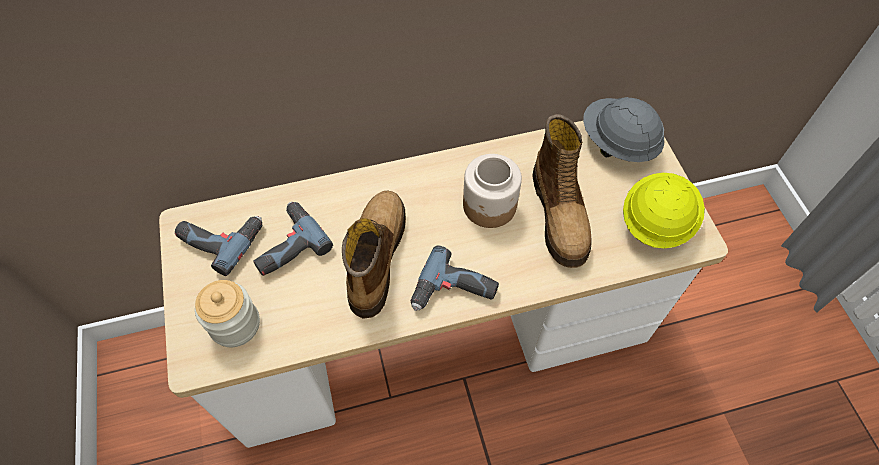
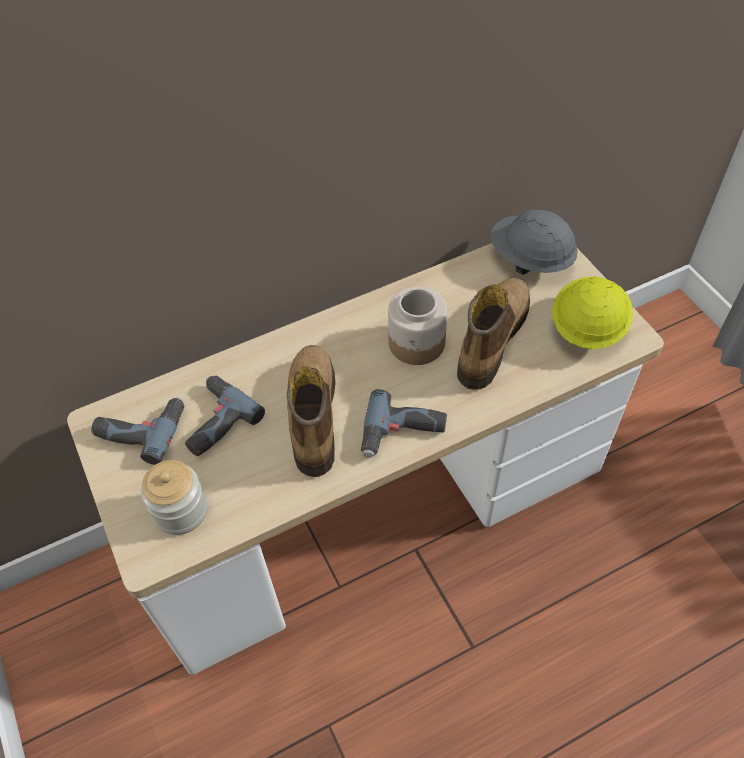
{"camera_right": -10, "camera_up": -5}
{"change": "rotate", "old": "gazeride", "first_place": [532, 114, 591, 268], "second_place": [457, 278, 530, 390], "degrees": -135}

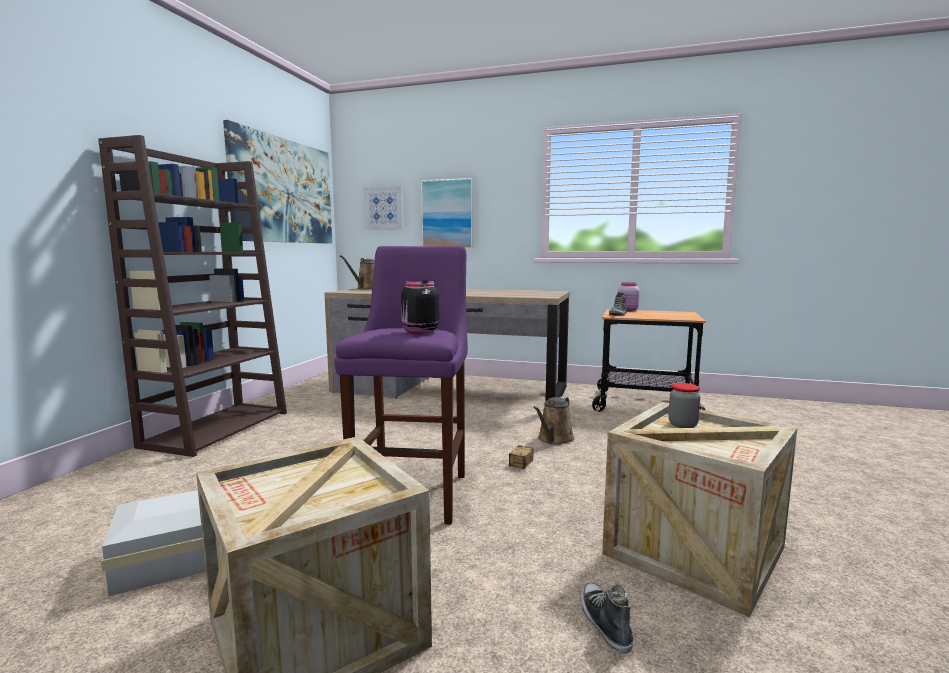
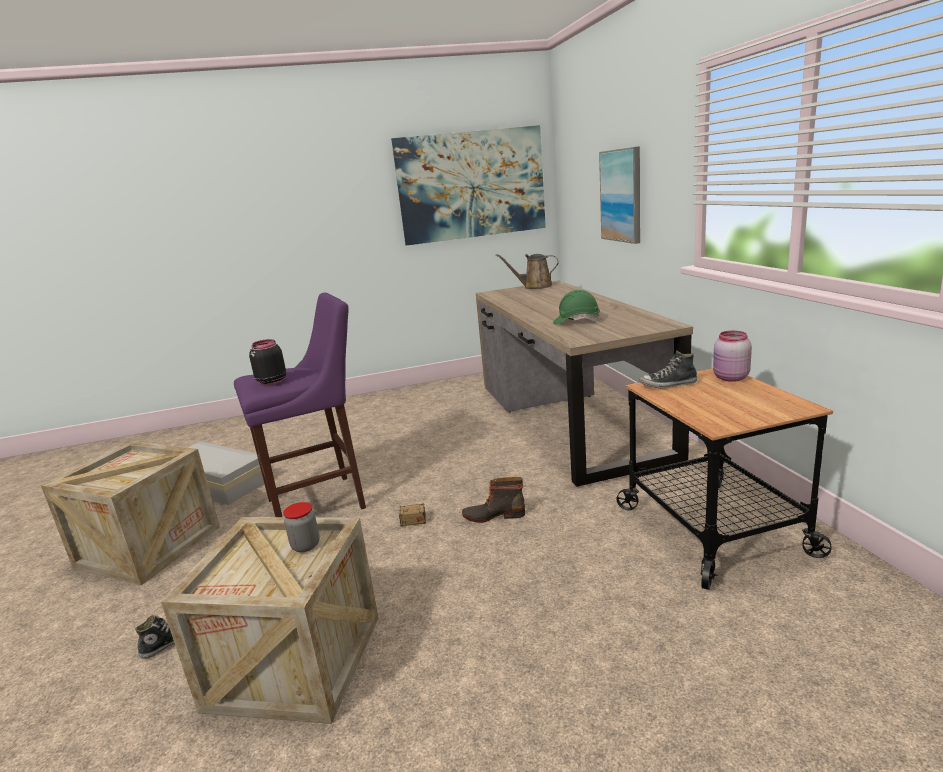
{"camera_right": 60, "camera_up": 10}
{"change": "replace", "old": "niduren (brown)", "new": "gazeride", "first_place": [533, 397, 575, 445], "second_place": [462, 477, 525, 523]}
{"change": "insert", "new": "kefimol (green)", "second_place": [553, 290, 601, 325]}
{"change": "delete", "old": "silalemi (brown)", "first_place": [98, 135, 287, 457]}
{"change": "delete", "old": "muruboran", "first_place": [364, 186, 404, 230]}

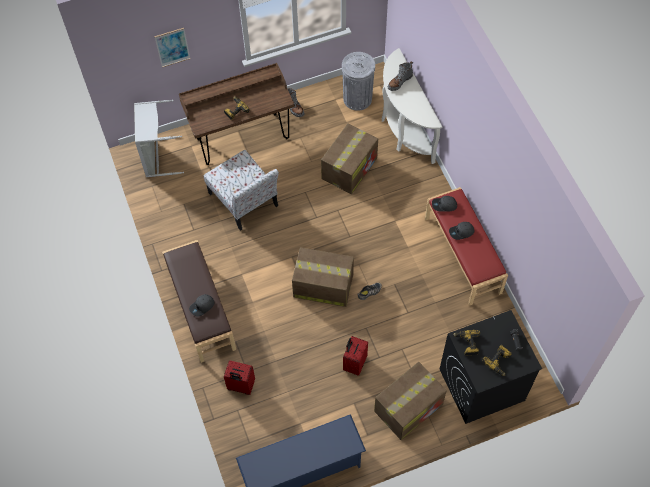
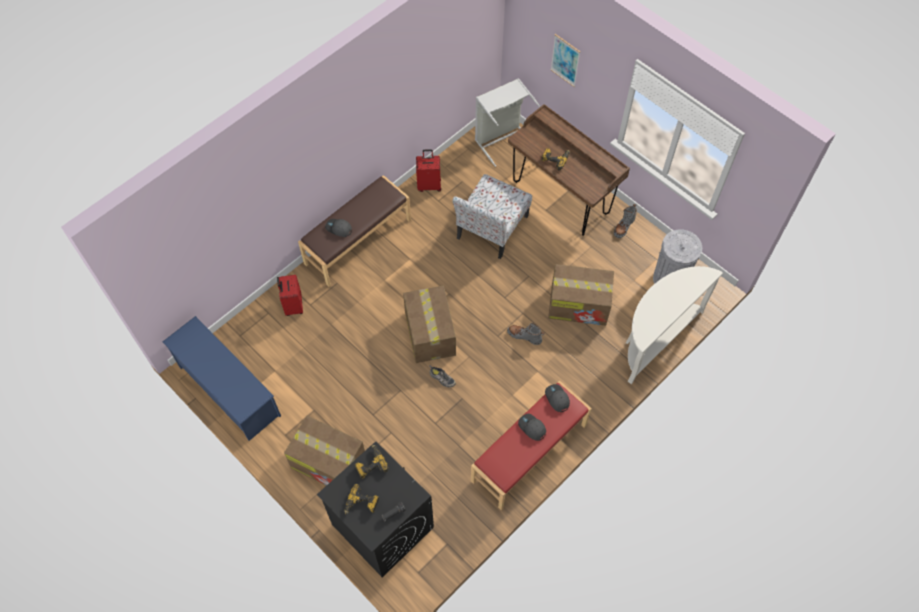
{"camera_right": 65, "camera_up": 0}
{"change": "move", "old": "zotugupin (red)", "first_place": [343, 336, 368, 376], "second_place": [416, 149, 441, 192]}
{"change": "move", "old": "gazeride (grey)", "first_place": [388, 61, 413, 91], "second_place": [507, 323, 544, 345]}

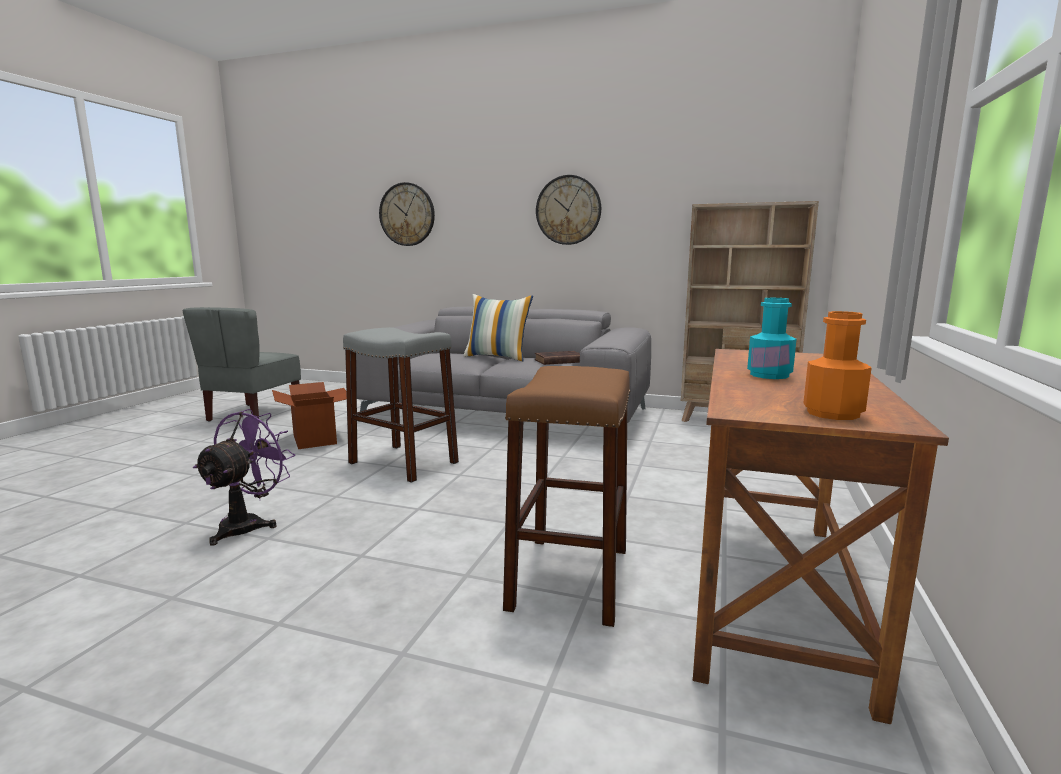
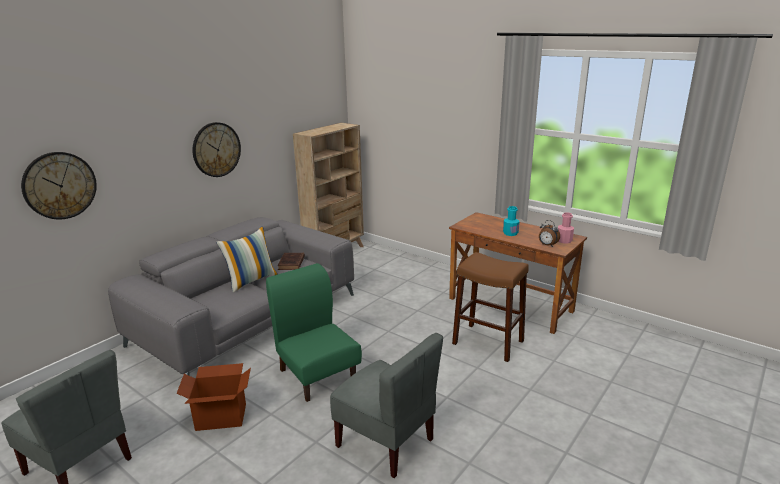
{"camera_right": -70, "camera_up": 10}
{"change": "replace", "old": "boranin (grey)", "new": "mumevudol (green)", "first_place": [343, 327, 459, 483], "second_place": [266, 263, 362, 402]}
{"change": "replace", "old": "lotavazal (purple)", "new": "mumevudol (grey)", "first_place": [193, 409, 295, 546], "second_place": [330, 333, 443, 478]}
{"change": "insert", "new": "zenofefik", "second_place": [539, 220, 560, 247]}
{"change": "recolor", "old": "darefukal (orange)", "new": "darefukal (pink)", "first_place": [803, 311, 872, 420], "second_place": [558, 212, 574, 243]}

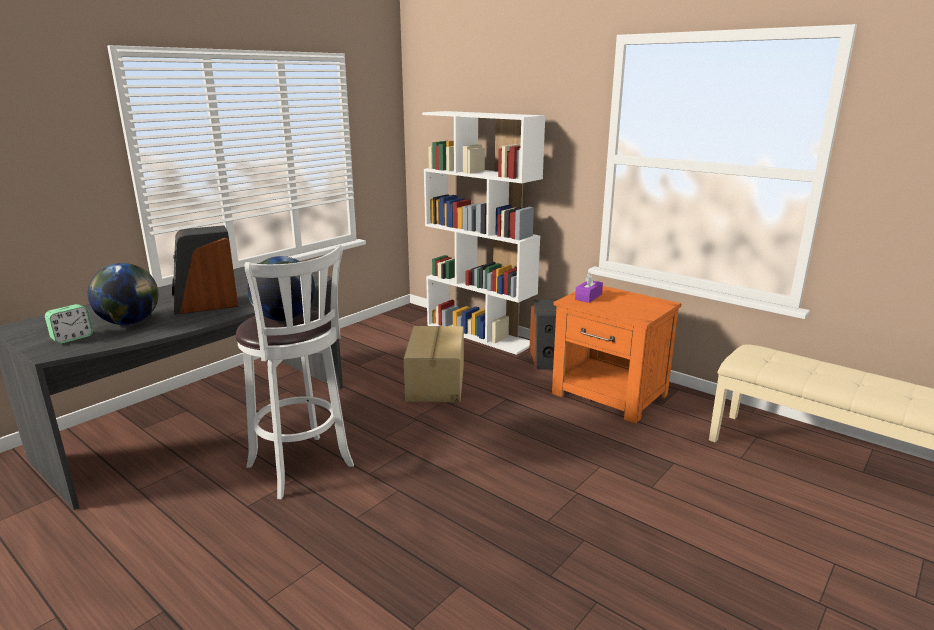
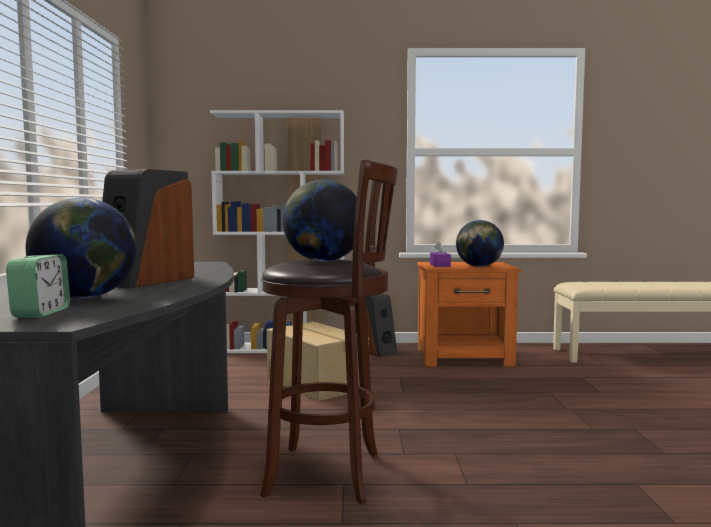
{"camera_right": -40, "camera_up": -15}
{"change": "recolor", "old": "boranin (white)", "new": "boranin (brown)", "first_place": [235, 244, 354, 499], "second_place": [260, 159, 398, 504]}
{"change": "insert", "new": "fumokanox", "second_place": [456, 220, 504, 267]}

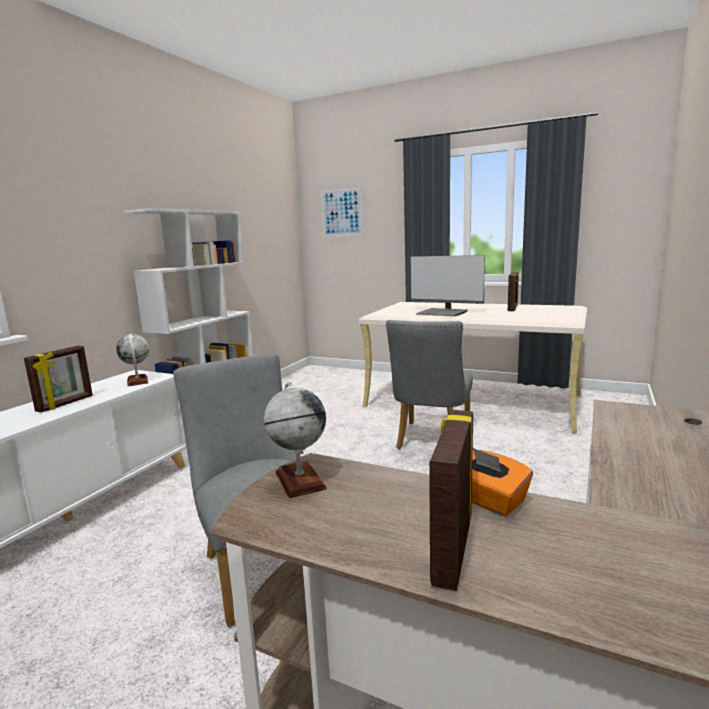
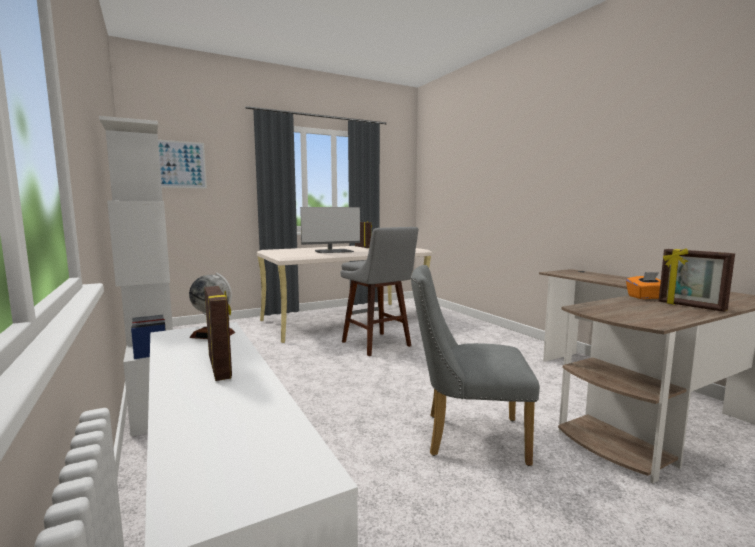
{"camera_right": -55, "camera_up": -5}
{"change": "replace", "old": "mumevudol (grey)", "new": "boranin (grey)", "first_place": [386, 320, 473, 449], "second_place": [340, 227, 418, 356]}
{"change": "delete", "old": "fumokanox", "first_place": [264, 382, 327, 498]}

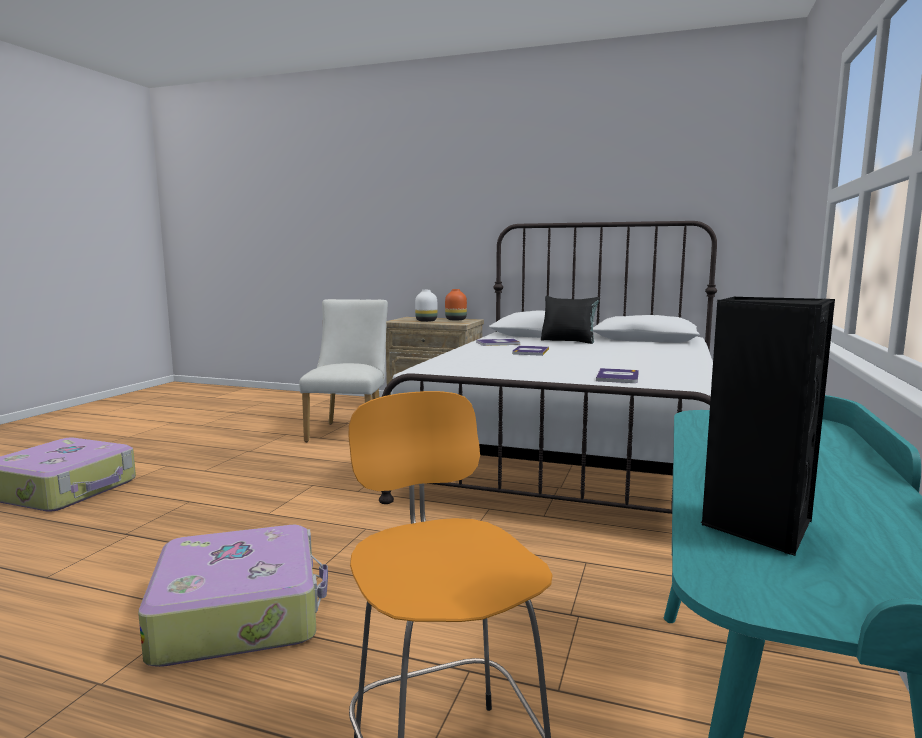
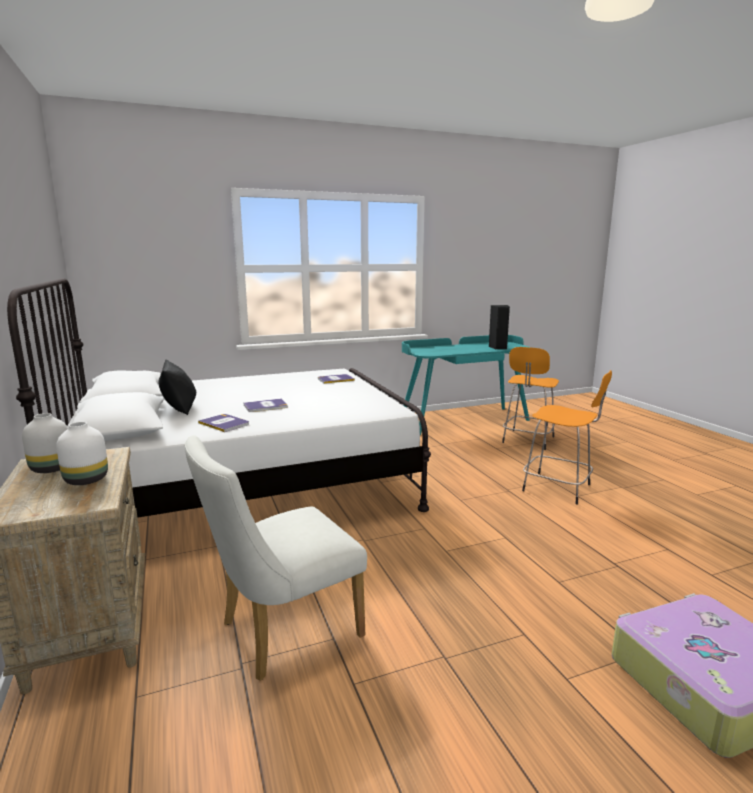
{"camera_right": -130, "camera_up": 5}
{"change": "recolor", "old": "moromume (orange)", "new": "moromume (white)", "first_place": [445, 289, 467, 320], "second_place": [22, 413, 68, 473]}
{"change": "replace", "old": "zotugupin", "new": "boranin (orange)", "first_place": [138, 525, 328, 667], "second_place": [522, 370, 612, 505]}

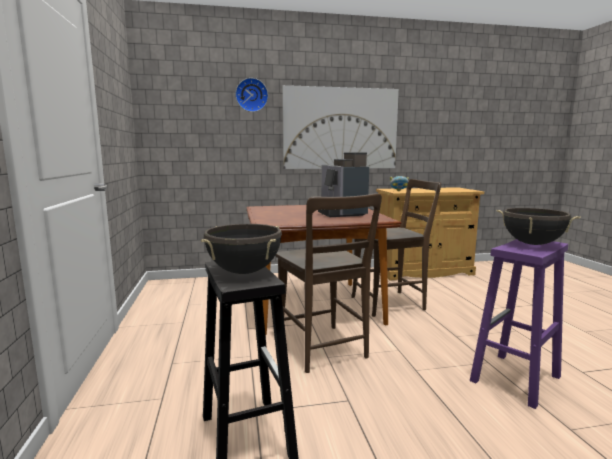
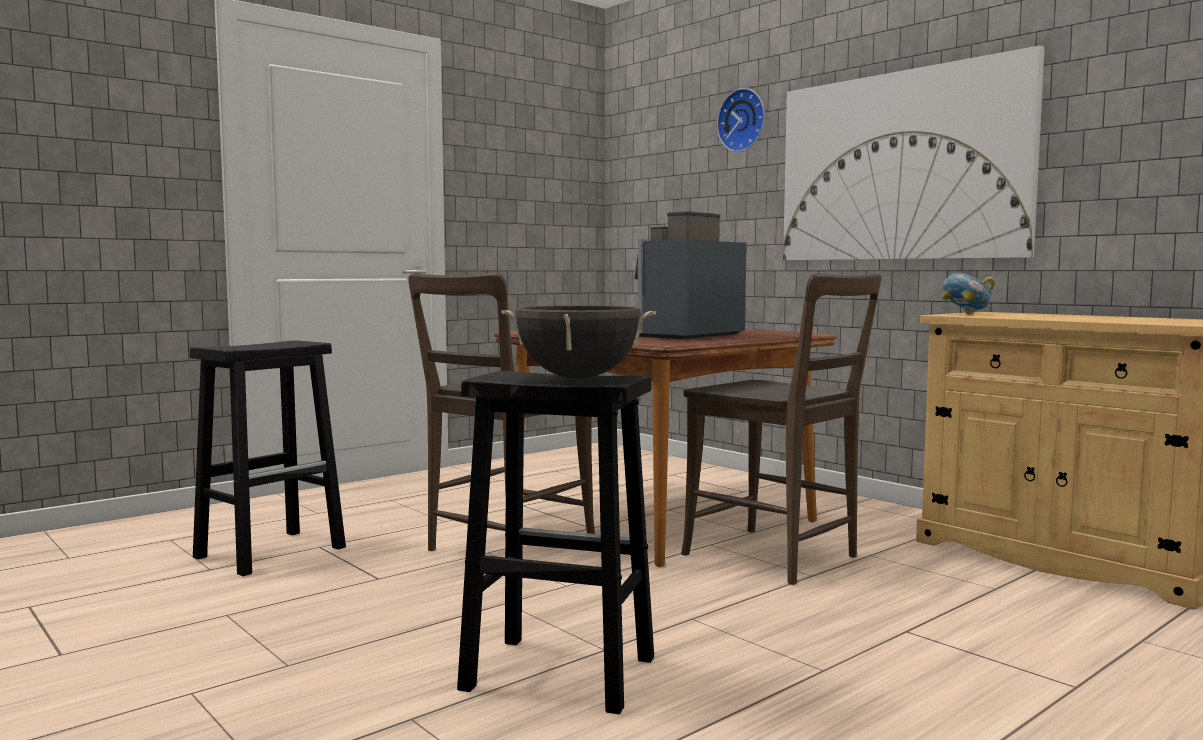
{"camera_right": 60, "camera_up": -5}
{"change": "recolor", "old": "boranin (purple)", "new": "boranin (black)", "first_place": [470, 239, 568, 409], "second_place": [457, 371, 654, 714]}
{"change": "delete", "old": "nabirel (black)", "first_place": [201, 224, 282, 274]}

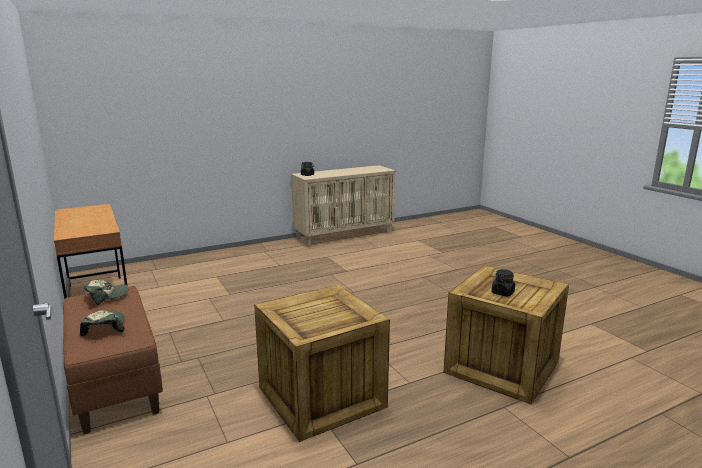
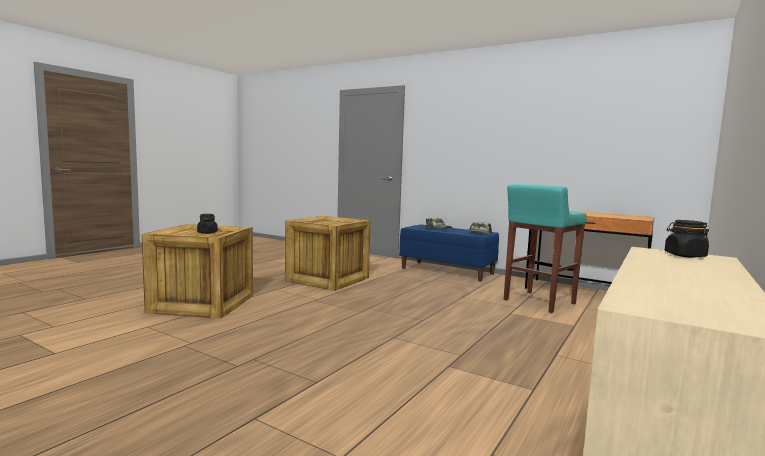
{"camera_right": 150, "camera_up": -10}
{"change": "recolor", "old": "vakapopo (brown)", "new": "vakapopo (blue)", "first_place": [63, 286, 163, 434], "second_place": [399, 225, 499, 281]}
{"change": "insert", "new": "boranin (turquoise)", "second_place": [504, 184, 587, 313]}

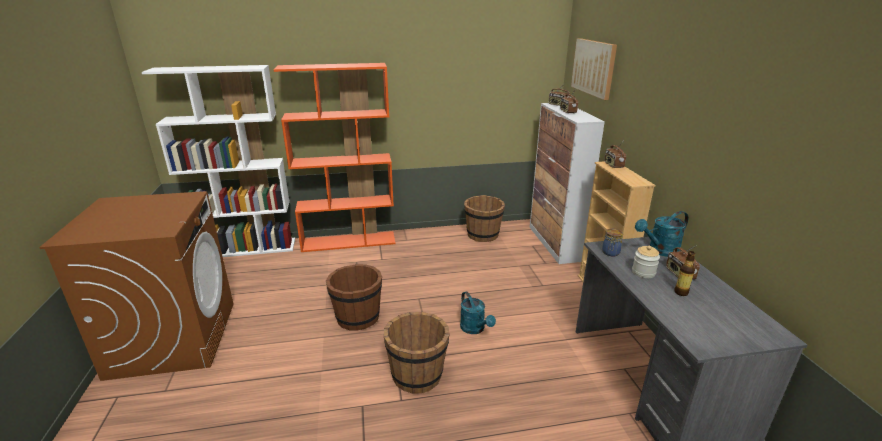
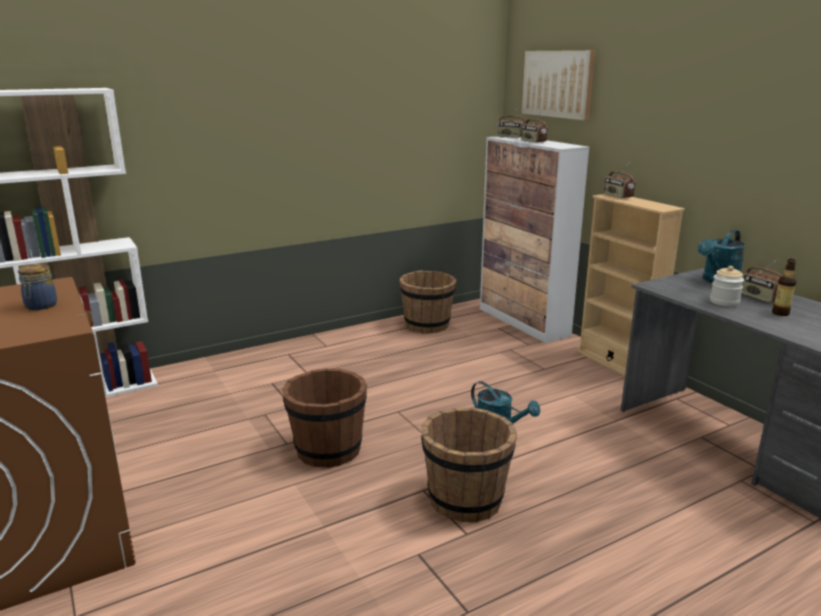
{"camera_right": -20, "camera_up": -5}
{"change": "move", "old": "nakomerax", "first_place": [602, 229, 623, 256], "second_place": [18, 264, 57, 310]}
{"change": "delete", "old": "silalemi (orange)", "first_place": [274, 63, 396, 252]}

